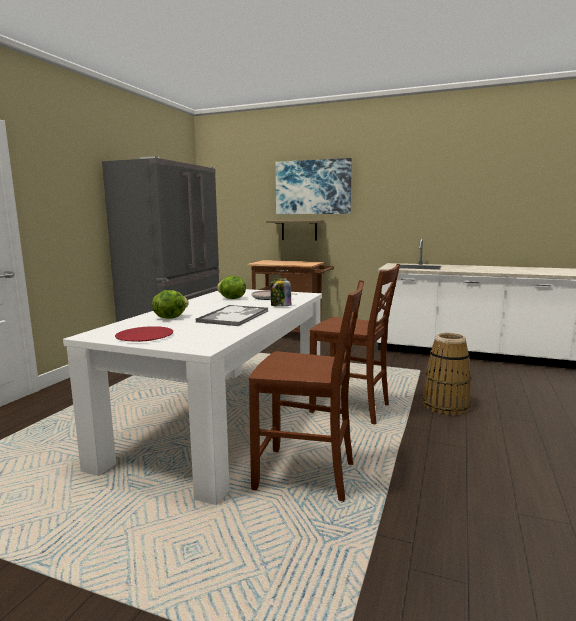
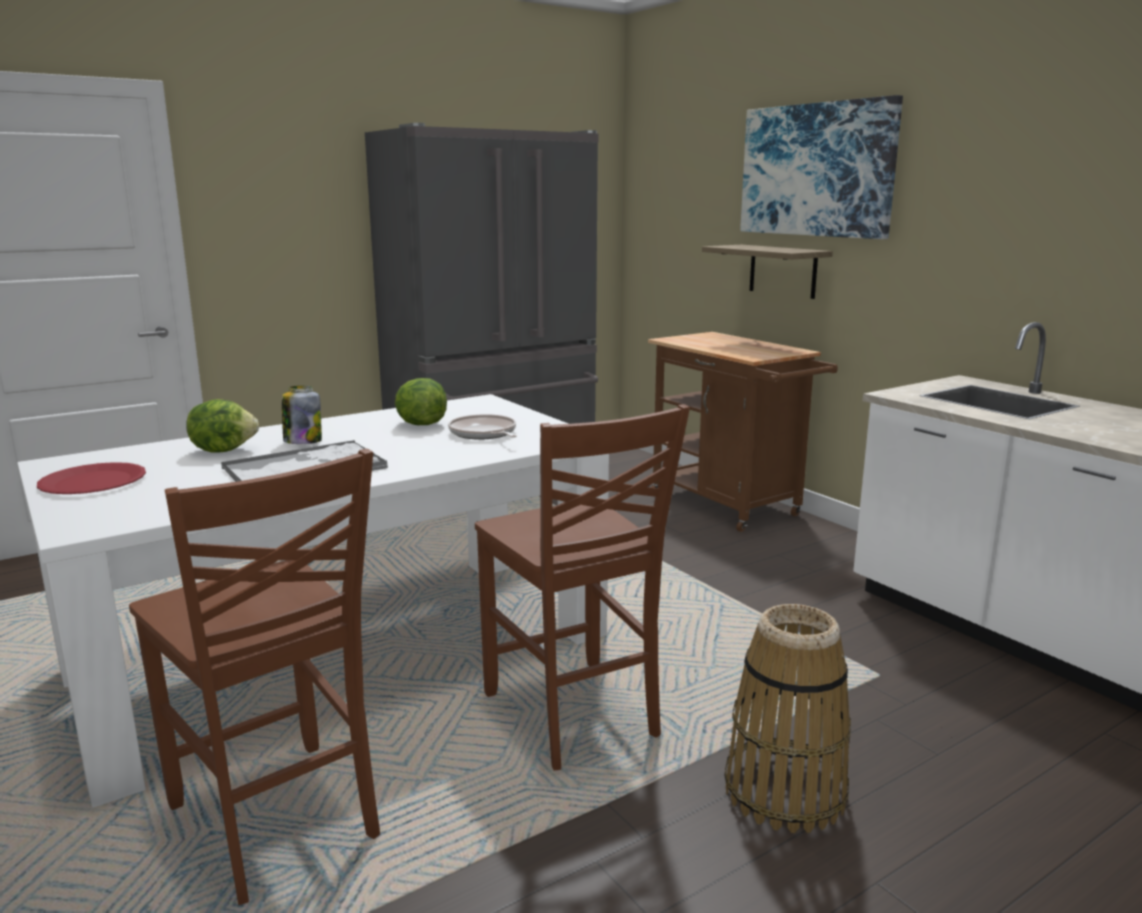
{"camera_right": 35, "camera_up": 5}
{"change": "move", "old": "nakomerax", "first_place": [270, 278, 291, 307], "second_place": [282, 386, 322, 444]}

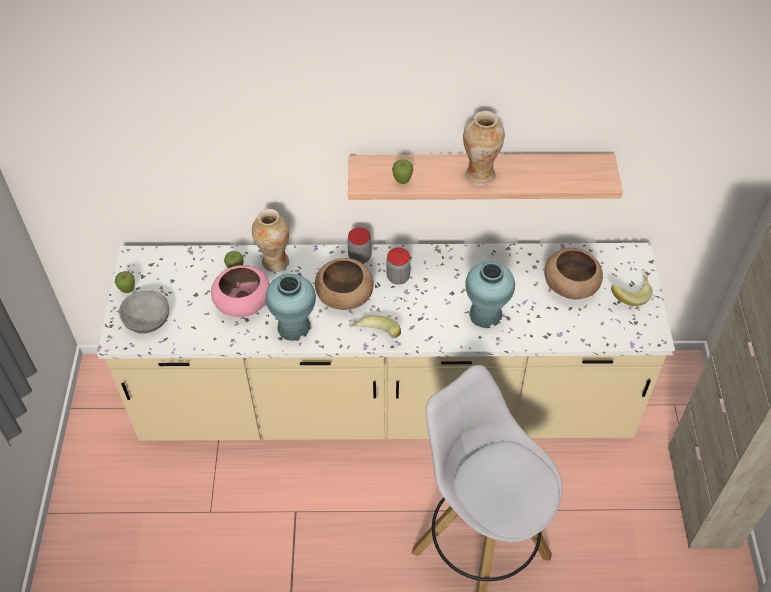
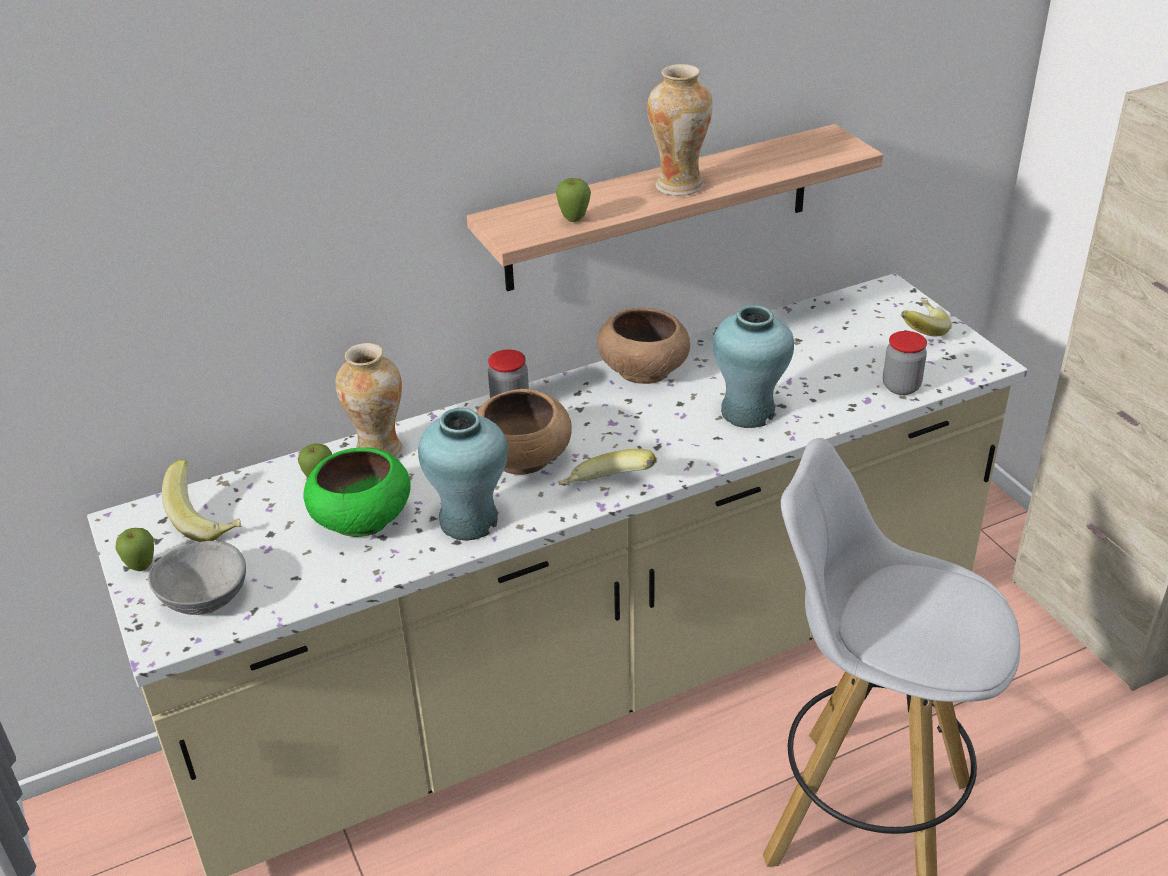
{"camera_right": -25, "camera_up": -15}
{"change": "insert", "new": "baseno", "second_place": [162, 459, 241, 542]}
{"change": "recolor", "old": "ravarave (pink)", "new": "ravarave (green)", "first_place": [211, 265, 270, 317], "second_place": [303, 447, 411, 537]}
{"change": "move", "old": "ravarave (brown)", "first_place": [544, 248, 603, 299], "second_place": [597, 308, 690, 384]}
{"change": "move", "old": "nakomerax", "first_place": [386, 248, 411, 285], "second_place": [883, 331, 927, 395]}

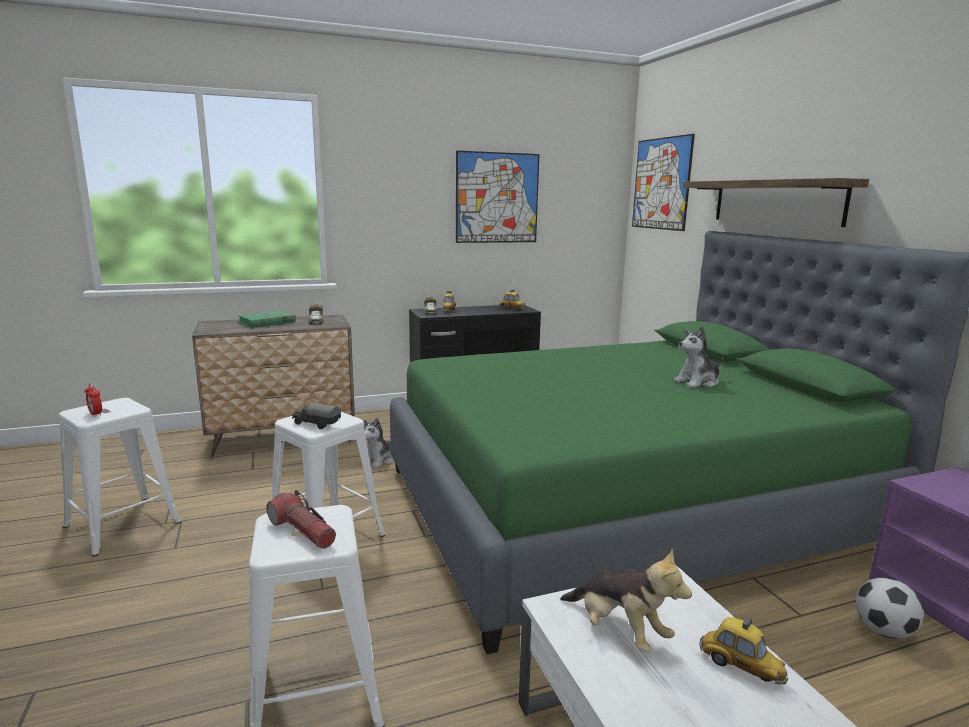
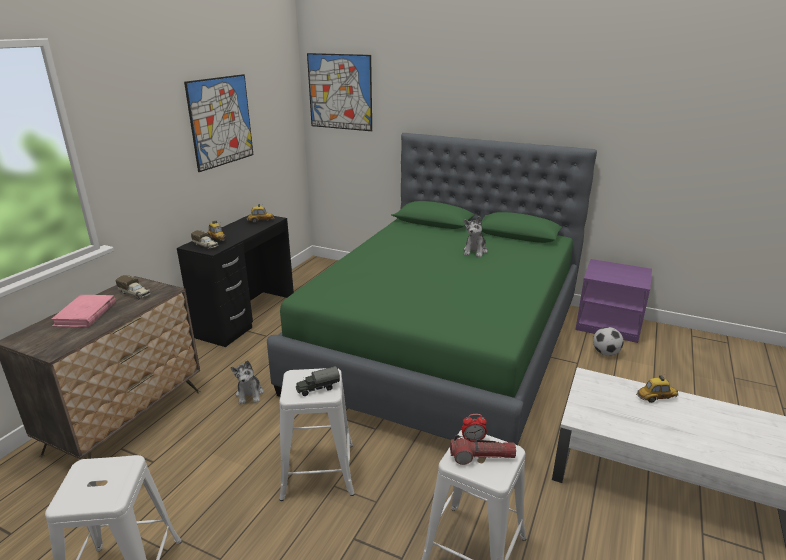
{"camera_right": -45, "camera_up": 10}
{"change": "recolor", "old": "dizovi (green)", "new": "dizovi (pink)", "first_place": [238, 310, 296, 328], "second_place": [52, 295, 116, 327]}
{"change": "move", "old": "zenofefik", "first_place": [85, 383, 102, 417], "second_place": [462, 414, 487, 442]}
{"change": "delete", "old": "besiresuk", "first_place": [560, 548, 692, 652]}
{"change": "delete", "old": "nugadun", "first_place": [683, 178, 869, 227]}

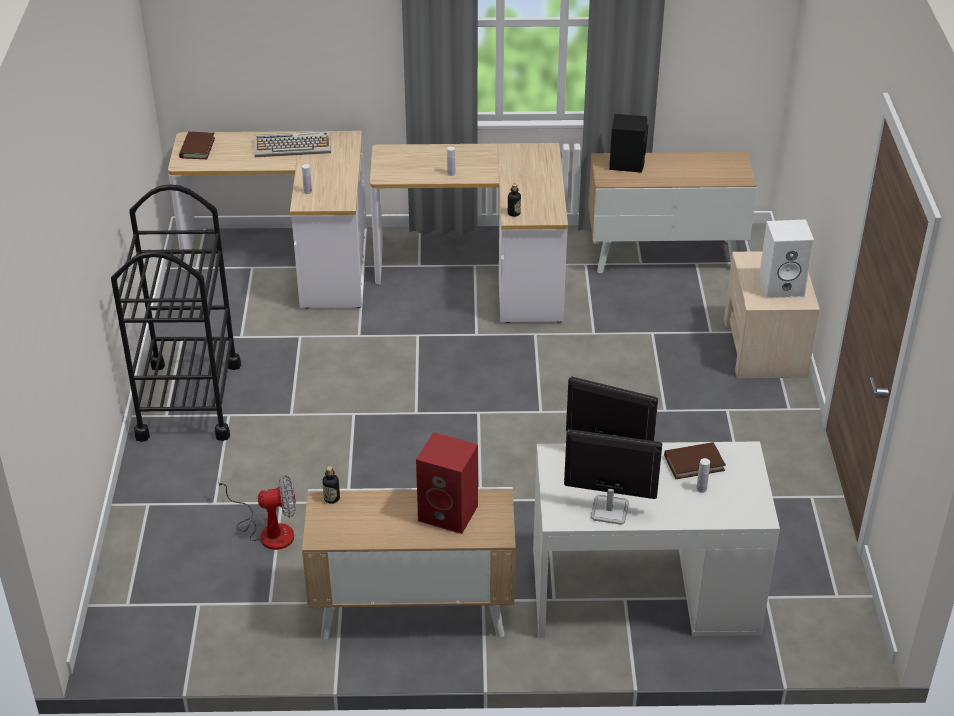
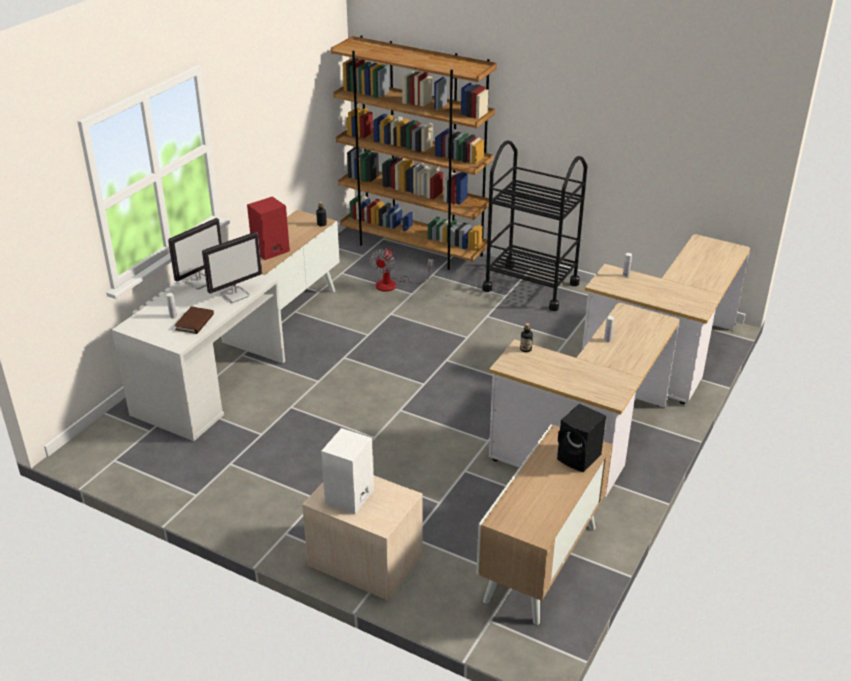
{"camera_right": 120, "camera_up": -5}
{"change": "insert", "new": "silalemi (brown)", "second_place": [331, 35, 497, 270]}
{"change": "delete", "old": "dizovi (brown)", "first_place": [179, 132, 215, 159]}
{"change": "delete", "old": "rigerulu", "first_place": [254, 131, 331, 157]}

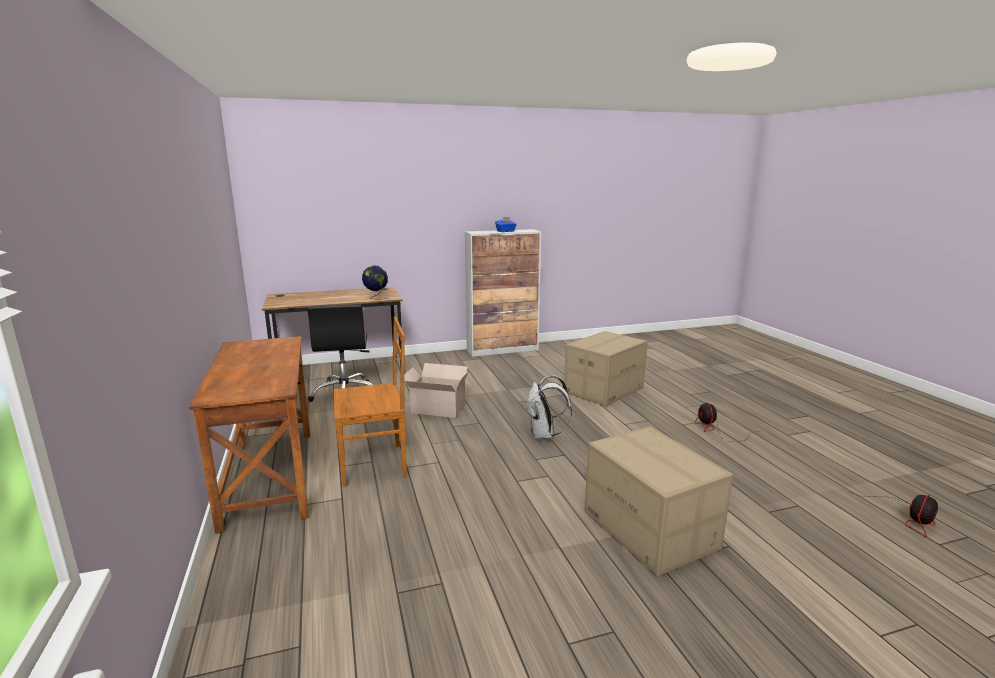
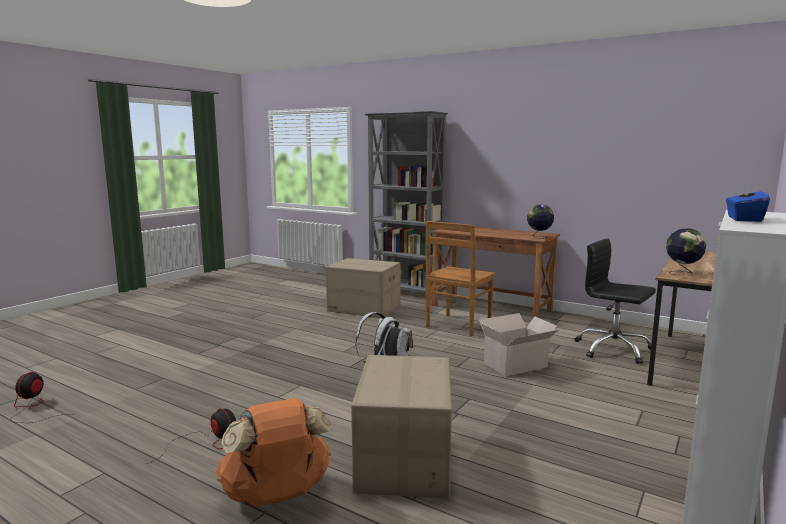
{"camera_right": 140, "camera_up": -5}
{"change": "insert", "new": "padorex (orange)", "second_place": [216, 398, 332, 507]}
{"change": "move", "old": "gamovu", "first_place": [585, 426, 733, 577], "second_place": [326, 258, 401, 318]}
{"change": "insert", "new": "silalemi (grey)", "second_place": [365, 111, 448, 296]}
{"change": "insert", "new": "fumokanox", "second_place": [527, 205, 554, 239]}

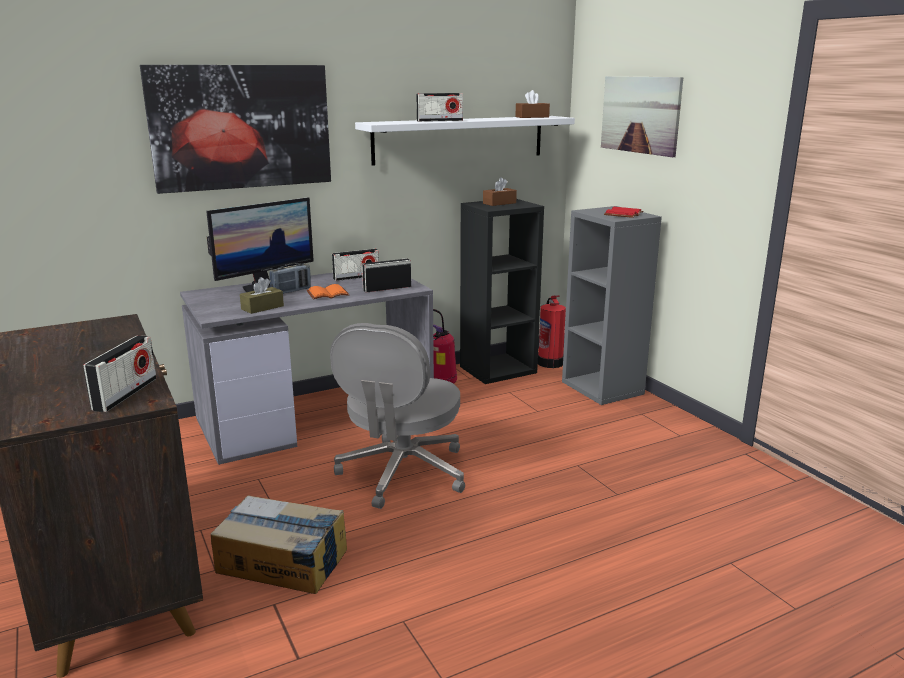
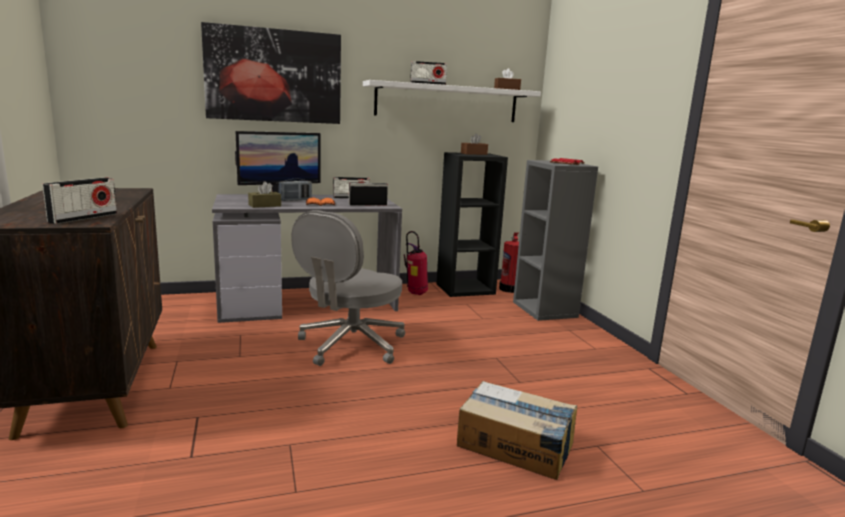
{"camera_right": 10, "camera_up": -5}
{"change": "move", "old": "gamovu", "first_place": [211, 495, 347, 594], "second_place": [457, 381, 577, 480]}
{"change": "delete", "old": "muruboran", "first_place": [601, 76, 683, 157]}

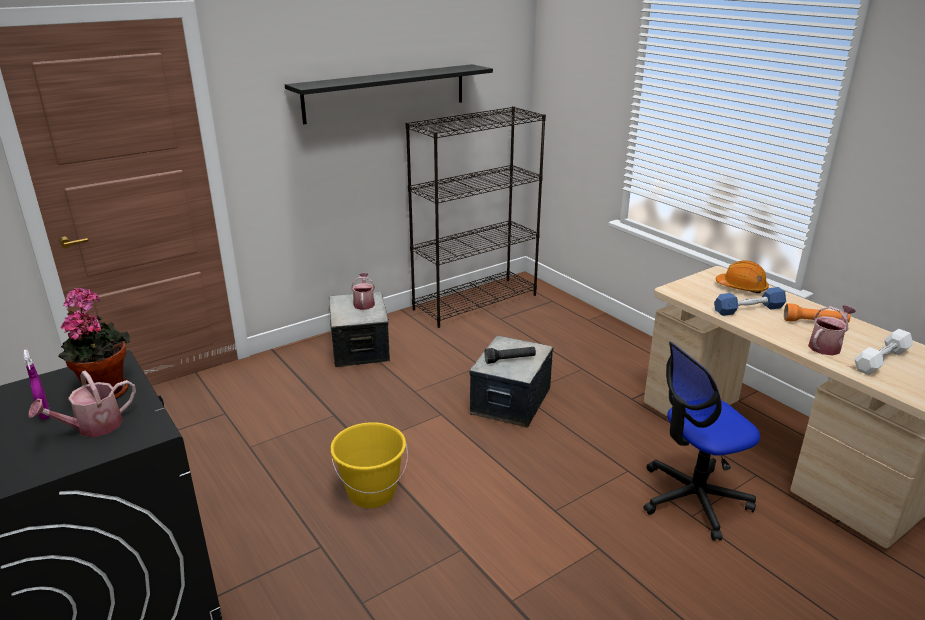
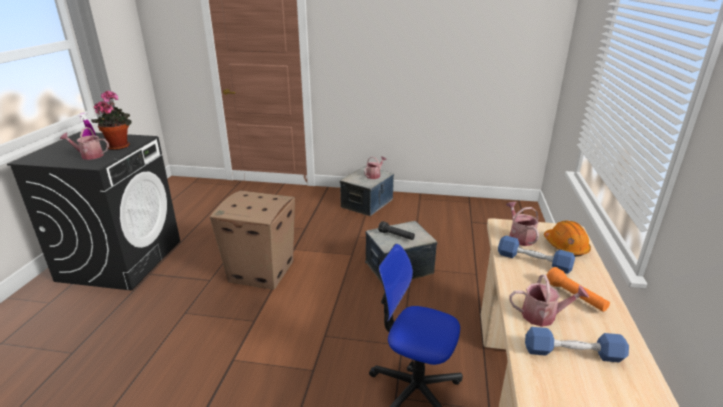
{"camera_right": 45, "camera_up": 0}
{"change": "replace", "old": "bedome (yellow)", "new": "gamovu", "first_place": [330, 422, 408, 508], "second_place": [210, 190, 295, 290]}
{"change": "insert", "new": "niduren", "second_place": [506, 202, 539, 246]}
{"change": "recolor", "old": "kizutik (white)", "new": "kizutik (blue)", "first_place": [854, 329, 913, 375], "second_place": [525, 327, 629, 362]}
{"change": "delete", "old": "nugadun (black)", "first_place": [285, 64, 493, 124]}
{"change": "delete", "old": "silalemi (black)", "first_place": [406, 106, 546, 328]}

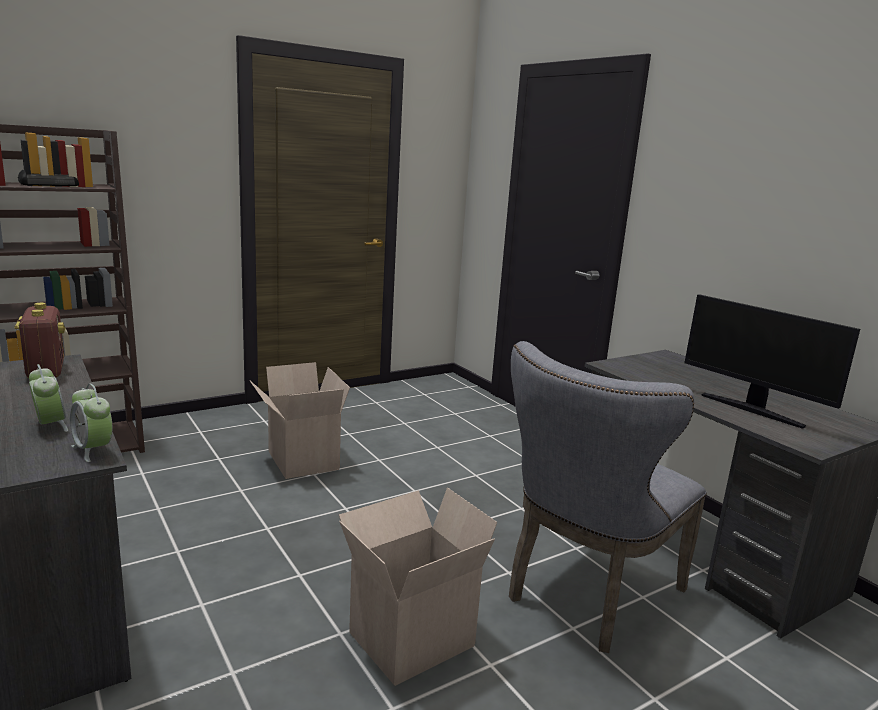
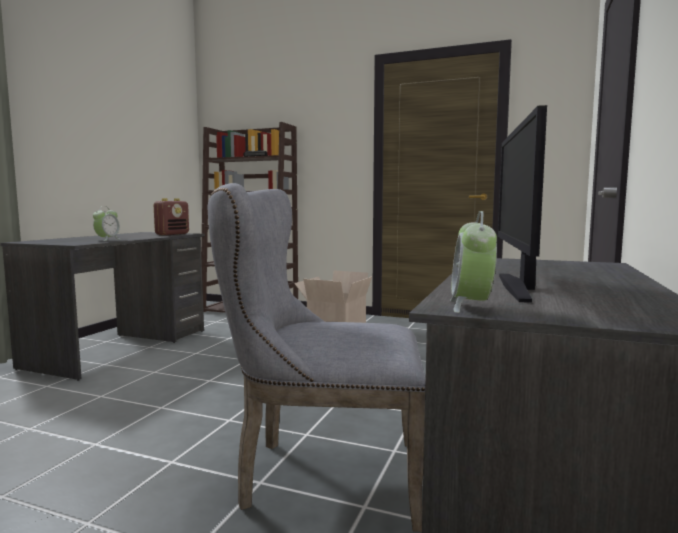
{"camera_right": 55, "camera_up": -10}
{"change": "move", "old": "zenofefik", "first_place": [70, 384, 112, 462], "second_place": [450, 211, 497, 313]}
{"change": "delete", "old": "gamovu", "first_place": [339, 487, 497, 686]}

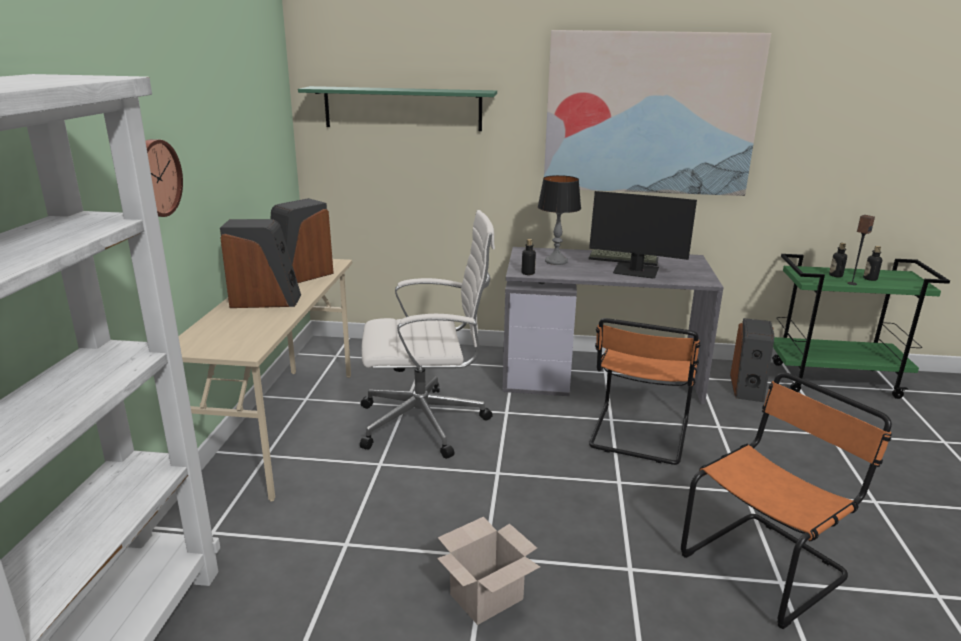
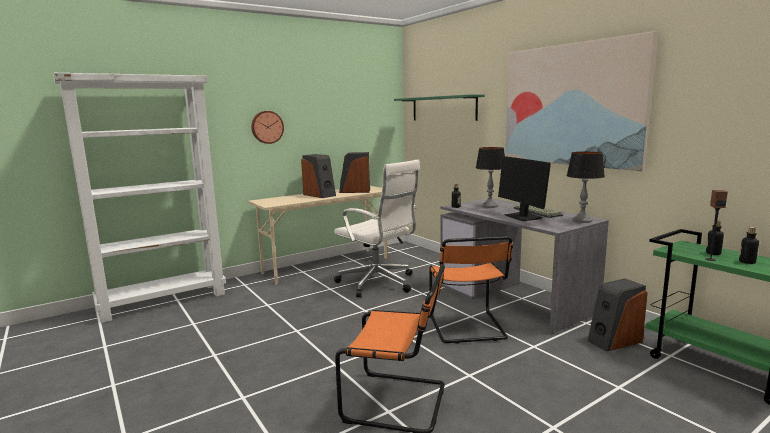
{"camera_right": 50, "camera_up": -10}
{"change": "rotate", "old": "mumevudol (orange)", "first_place": [589, 318, 701, 465], "second_place": [429, 236, 514, 344], "degrees": -75}
{"change": "insert", "new": "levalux", "second_place": [567, 152, 605, 223]}
{"change": "delete", "old": "gamovu", "first_place": [437, 517, 540, 625]}

